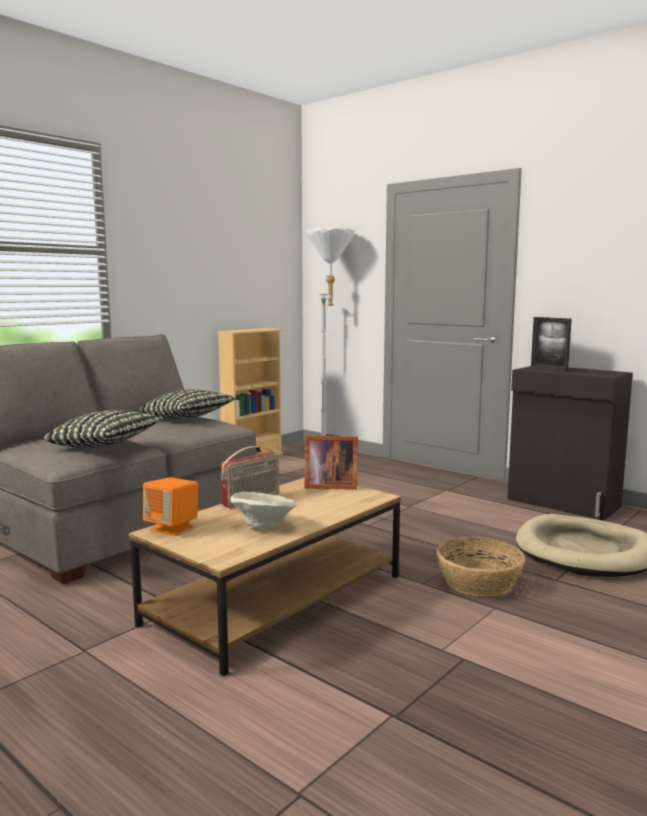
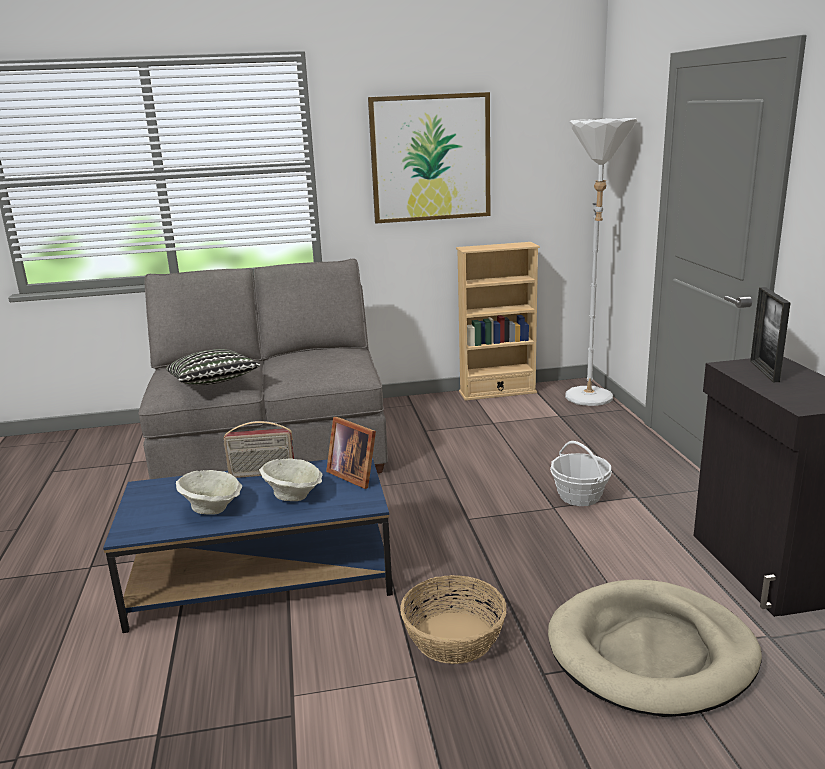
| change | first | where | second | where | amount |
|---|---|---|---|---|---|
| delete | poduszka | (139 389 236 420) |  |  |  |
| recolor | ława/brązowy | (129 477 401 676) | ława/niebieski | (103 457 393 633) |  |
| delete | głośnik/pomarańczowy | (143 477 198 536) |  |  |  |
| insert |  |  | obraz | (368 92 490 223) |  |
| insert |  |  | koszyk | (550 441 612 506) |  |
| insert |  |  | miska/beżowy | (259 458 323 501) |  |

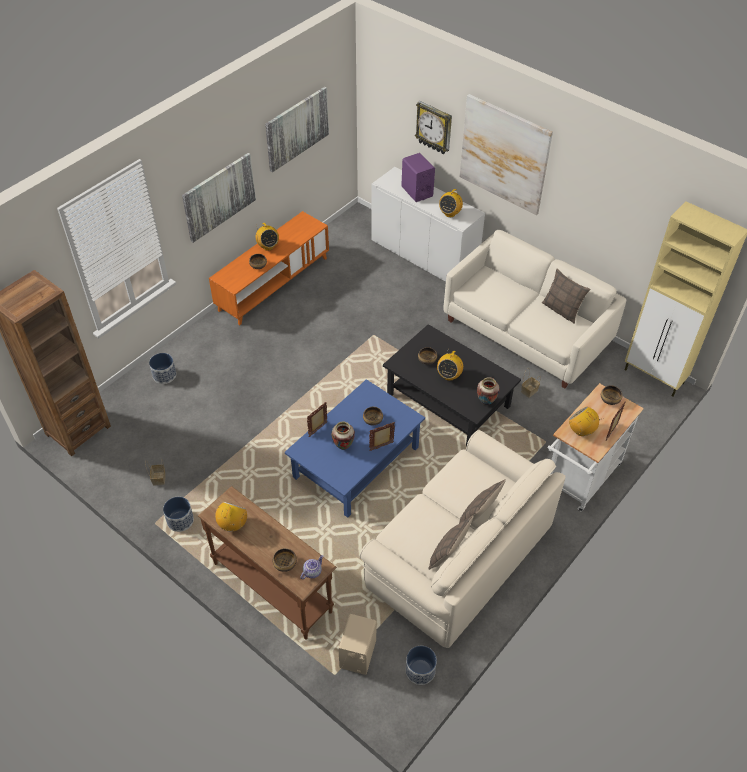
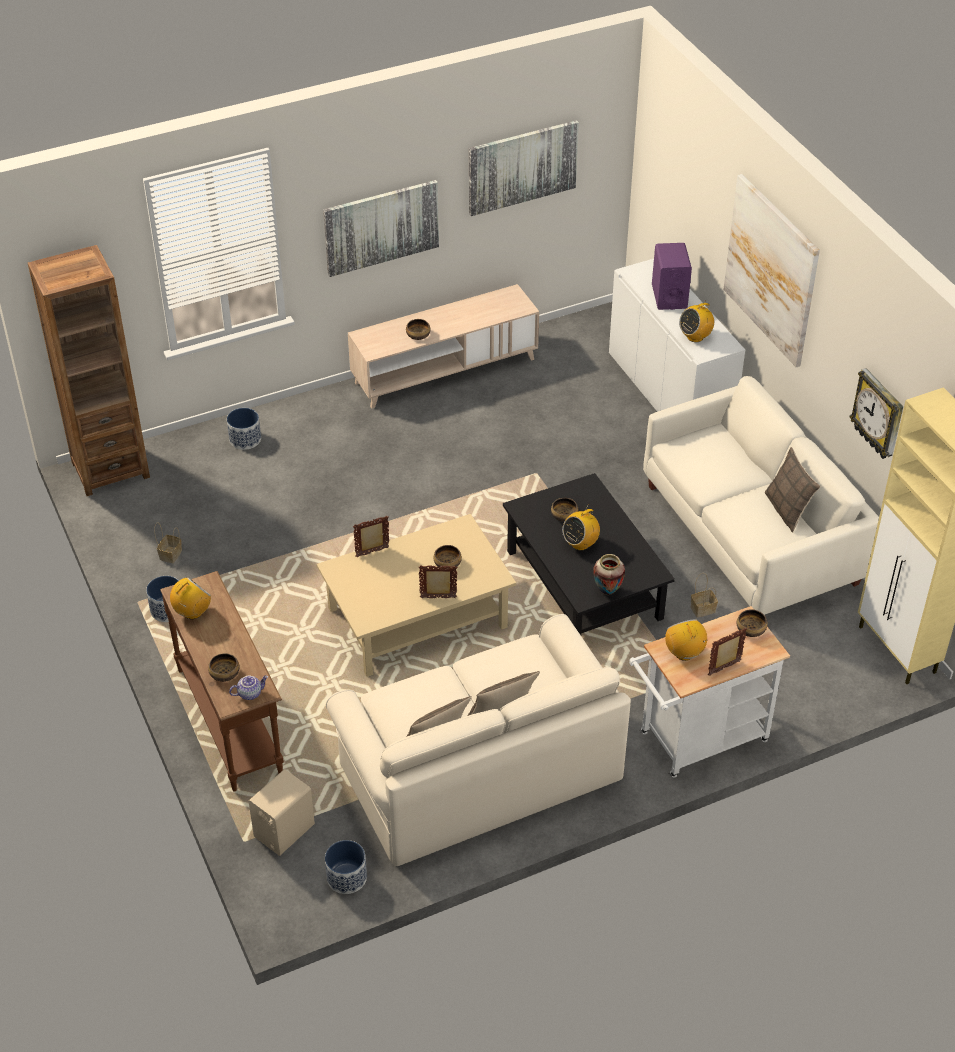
| change | first | where | second | where | amount |
|---|---|---|---|---|---|
| move | zegar ścienny | (415 101 452 154) |  | (850 368 903 459) |  |
| recolor | szafka pod telewizor/pomarańczowy | (209 211 329 325) | szafka pod telewizor/beżowy | (348 284 539 409) |  |
| delete | radio | (256 223 279 251) |  |  |  |
| recolor | ława/niebieski | (285 379 425 518) | ława/beżowy | (317 514 516 677) |  |
| delete | wazon | (331 422 355 450) |  |  |  |

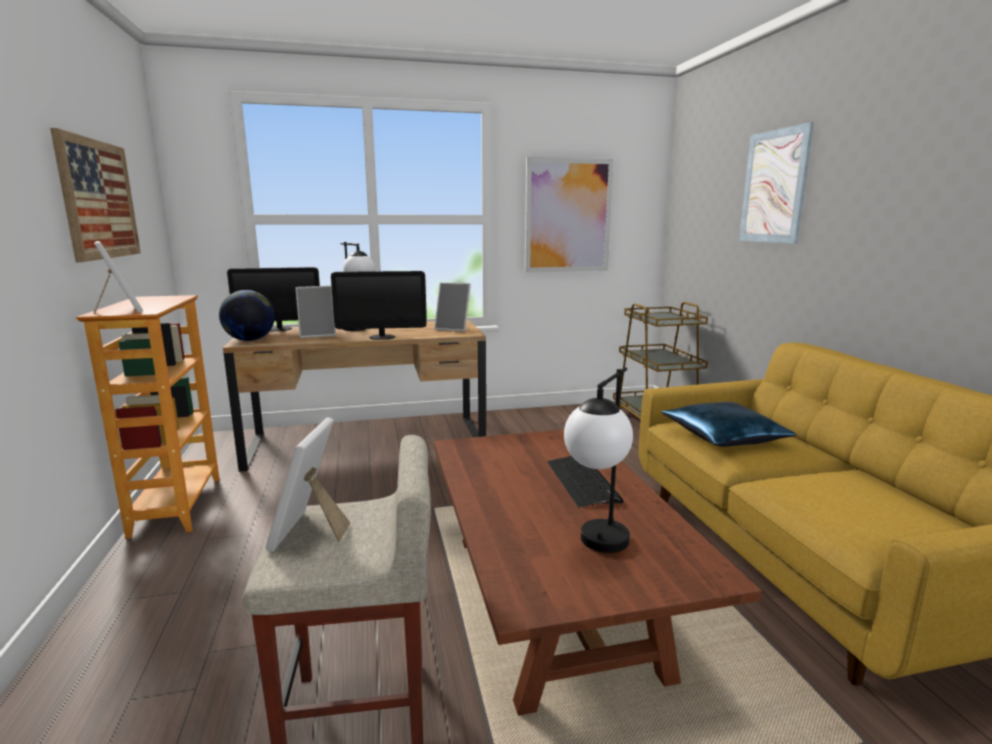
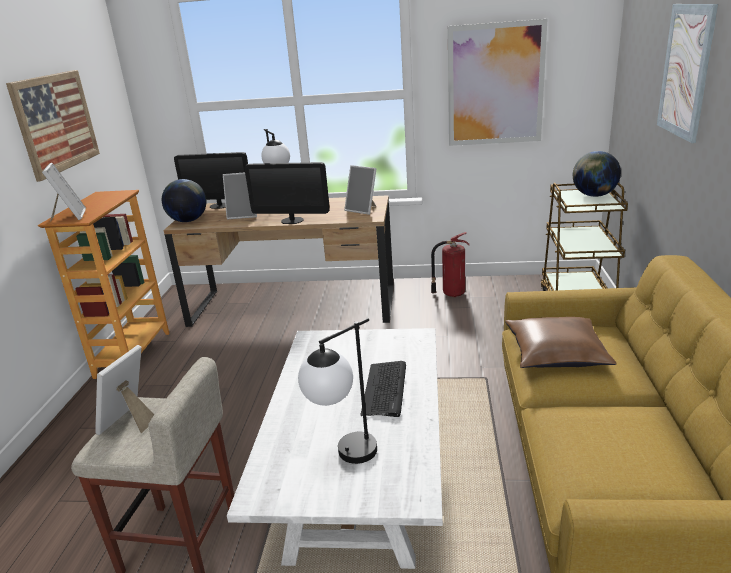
| change | first | where | second | where | amount |
|---|---|---|---|---|---|
| recolor | poduszka/niebieski | (661 402 797 447) | poduszka/brązowy | (505 317 617 368) |  |
| recolor | ława/brązowy | (434 430 762 716) | ława/biały | (227 328 443 569) |  |
| insert |  |  | globus | (573 151 621 197) |  |
| insert |  |  | gaśnica | (431 232 469 297) |  |

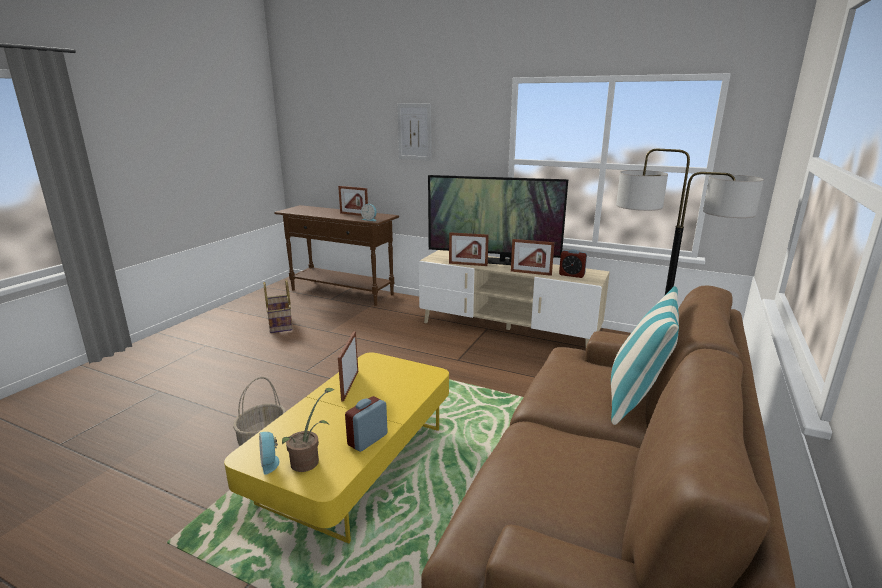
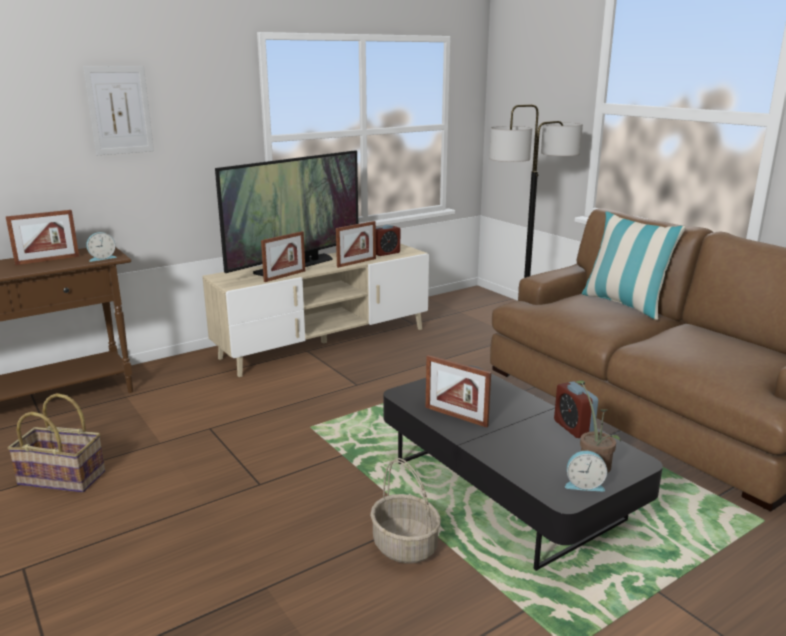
| change | first | where | second | where | amount |
|---|---|---|---|---|---|
| recolor | ława/żółty | (224 353 449 544) | ława/czarny | (383 366 663 571) |  |

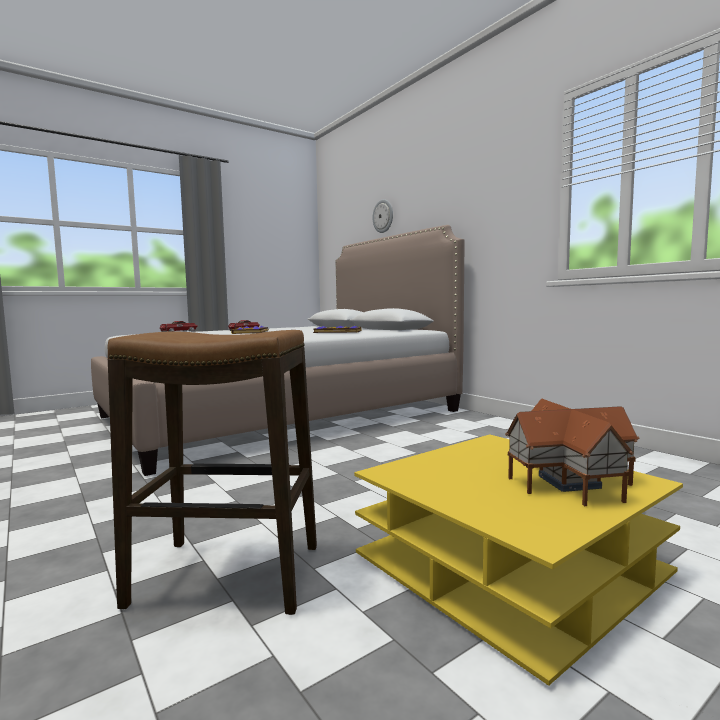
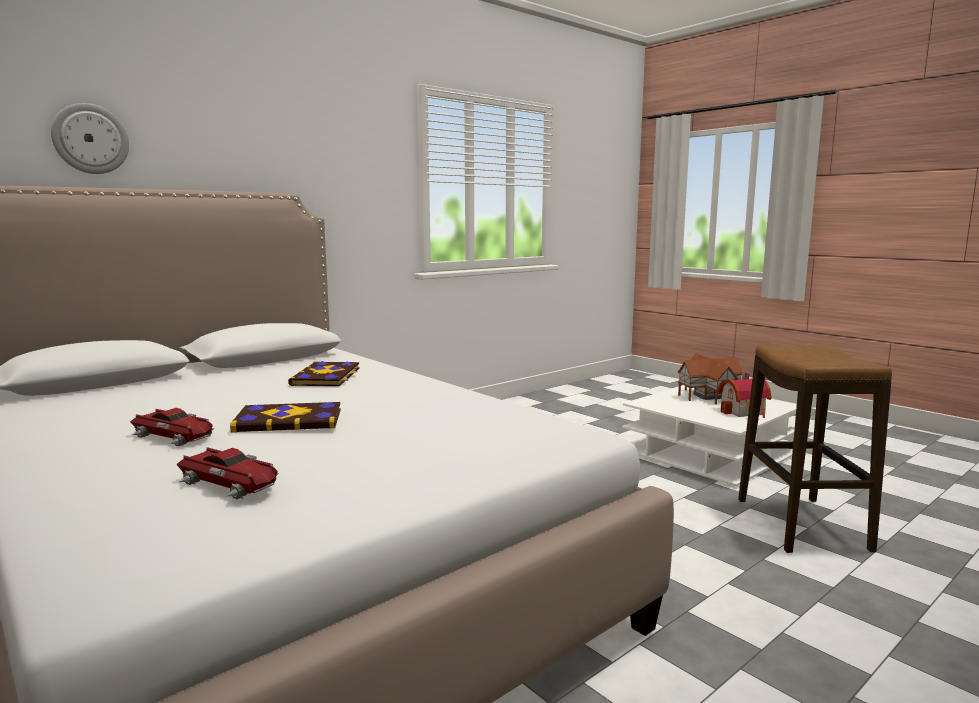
| change | first | where | second | where | amount |
|---|---|---|---|---|---|
| recolor | ława/żółty | (354 435 683 686) | ława/biały | (622 385 797 486) |  |
| insert |  |  | domek | (717 372 771 418) |  |

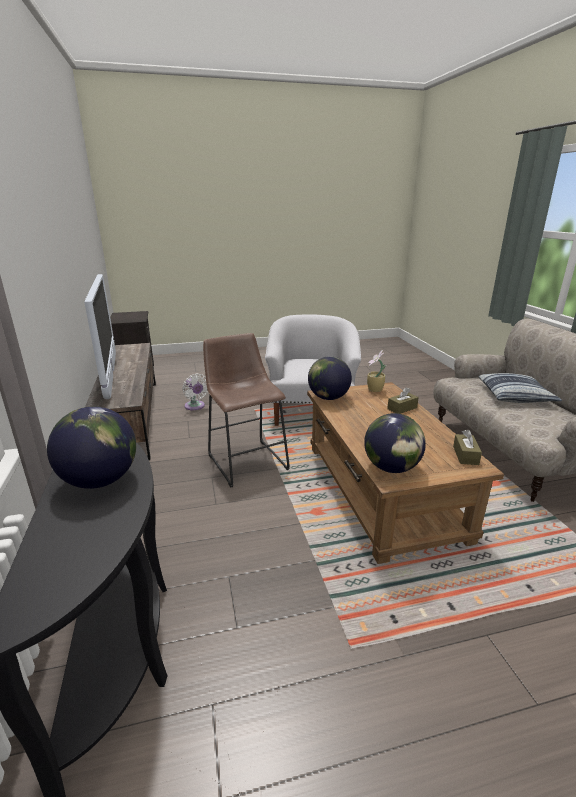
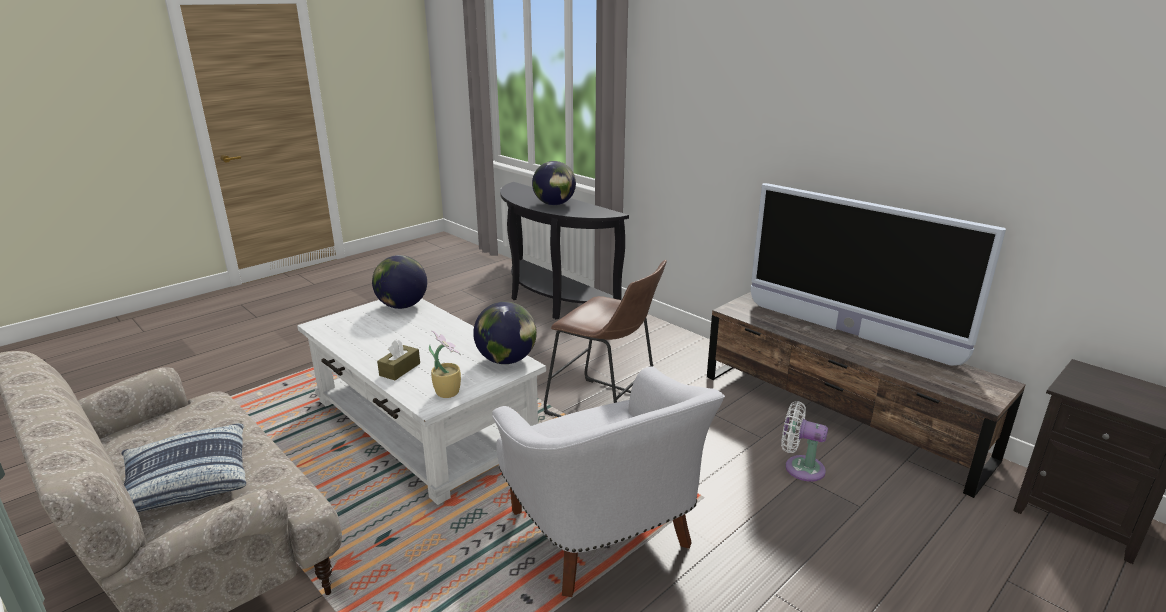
| change | first | where | second | where | amount |
|---|---|---|---|---|---|
| recolor | ława/brązowy | (307 382 504 564) | ława/biały | (297 299 546 505) |  |
| delete | pudełko chusteczek/brązowy | (453 430 482 465) |  |  |  |

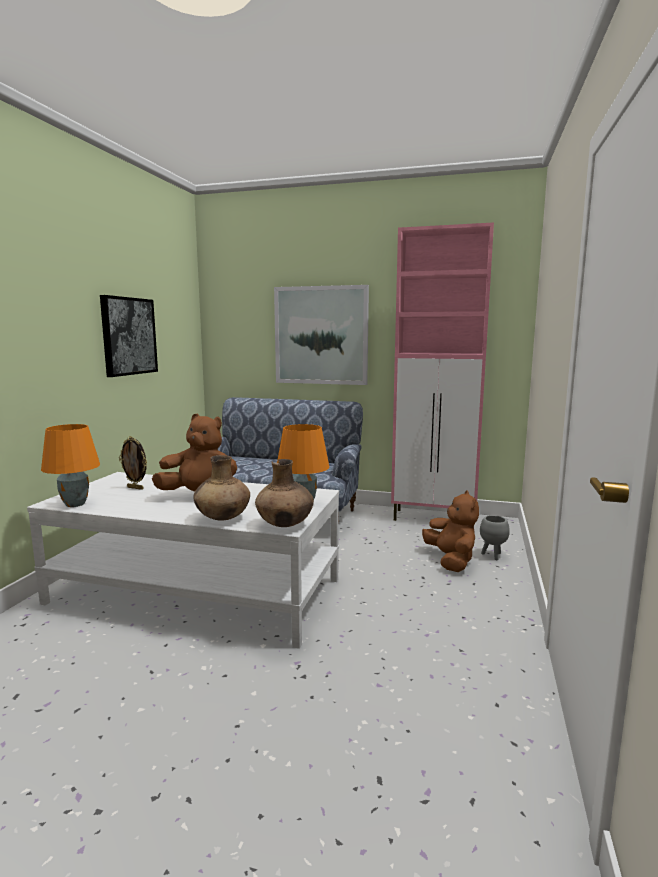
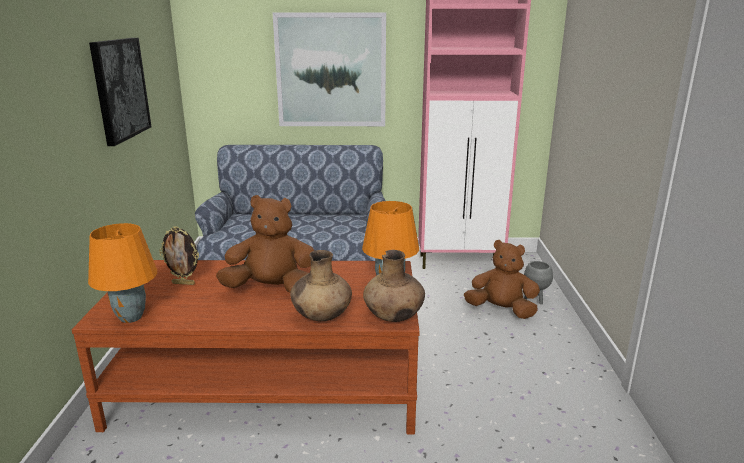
| change | first | where | second | where | amount |
|---|---|---|---|---|---|
| recolor | ława/biały | (27 472 339 649) | ława/brązowy | (72 260 420 435) |  |
| rotate | pluszak/brązowy | (422 490 479 572) |  | (464 240 540 319) | 45 degrees counterclockwise |

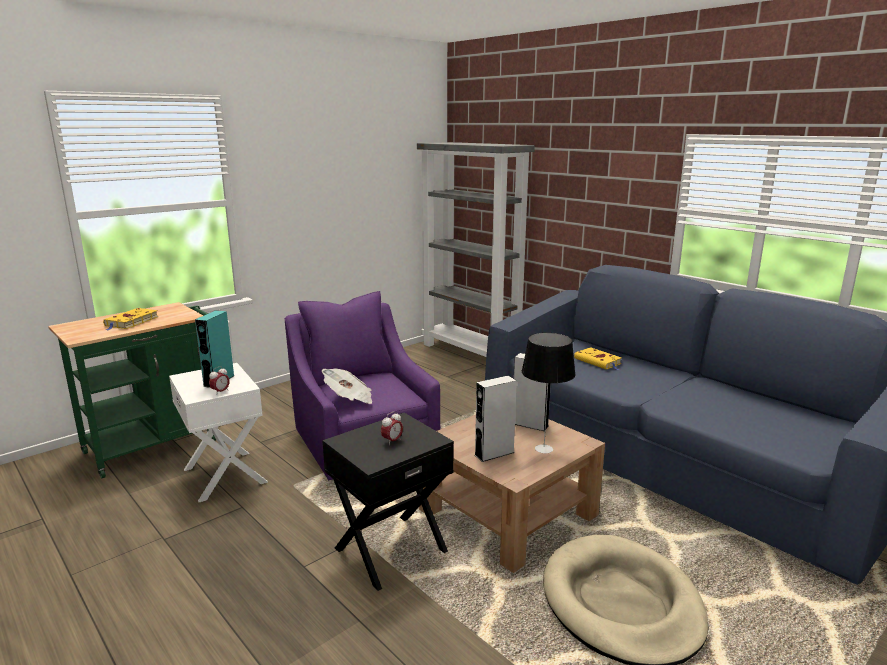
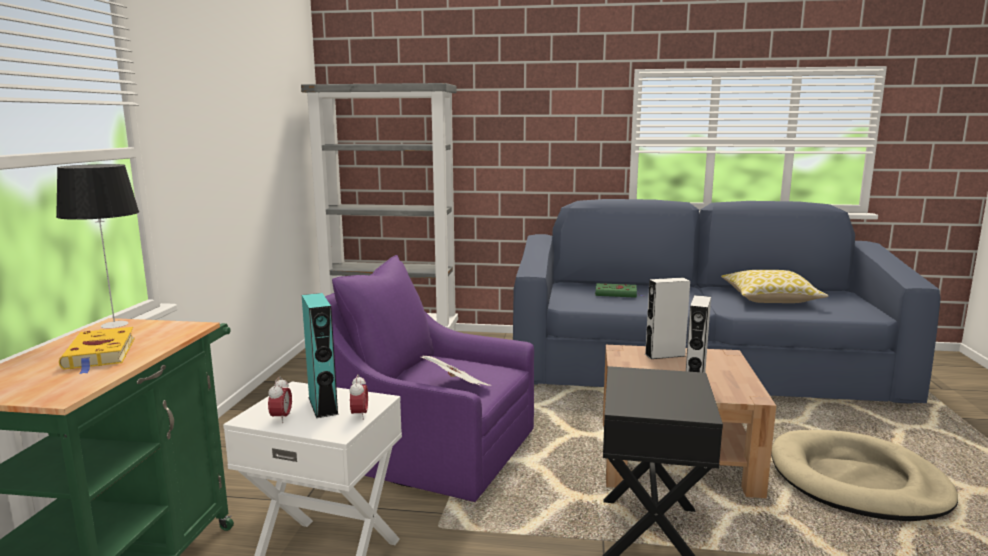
| change | first | where | second | where | amount |
|---|---|---|---|---|---|
| move | lampa stołowa | (522 333 576 453) |  | (56 164 139 328) |  |
| recolor | książka/żółty | (574 347 622 370) | książka/zielony | (595 283 645 298) |  |
| move | budzik | (381 411 403 444) |  | (268 377 292 423) |  |
| insert |  |  | poduszka | (721 270 828 303) |  |

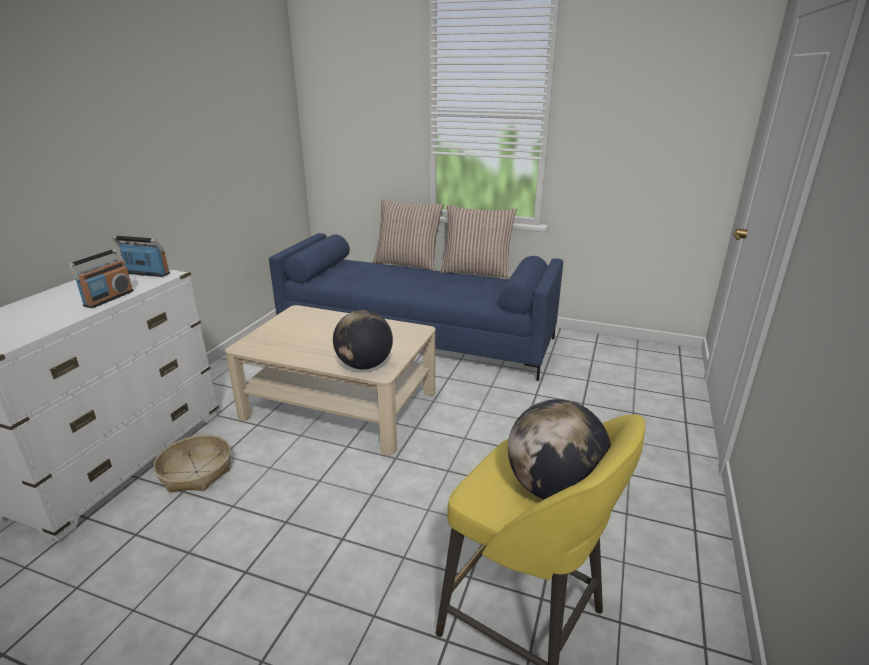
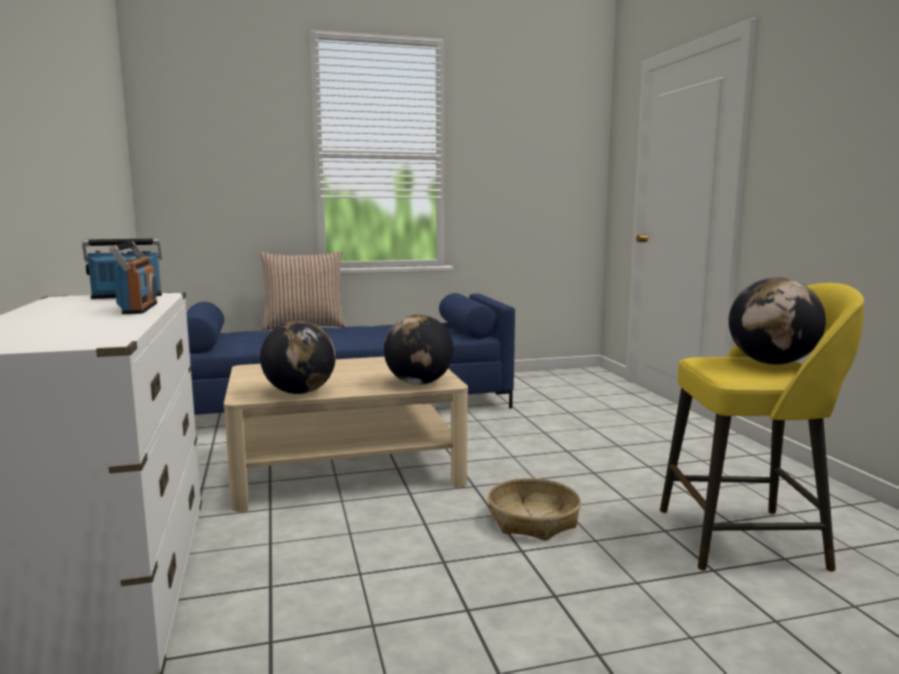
| change | first | where | second | where | amount |
|---|---|---|---|---|---|
| delete | poduszka | (440 205 517 279) |  |  |  |
| move | koszyk | (153 435 231 493) |  | (488 478 581 541) |  |
| insert |  |  | globus | (260 320 336 394) |  |

